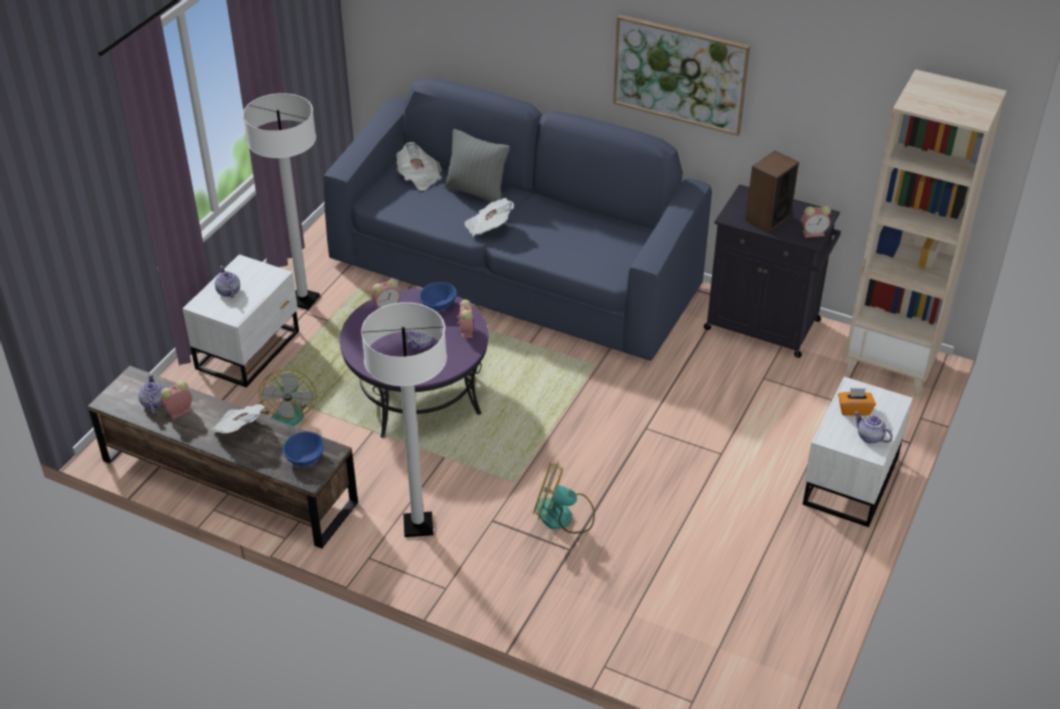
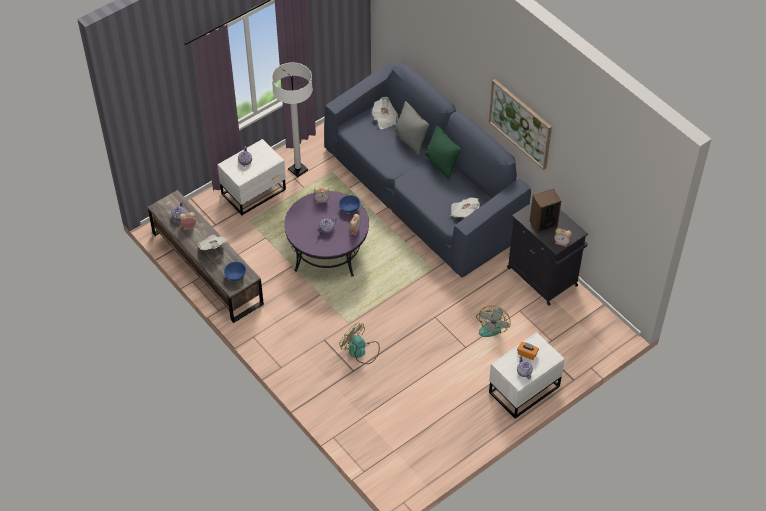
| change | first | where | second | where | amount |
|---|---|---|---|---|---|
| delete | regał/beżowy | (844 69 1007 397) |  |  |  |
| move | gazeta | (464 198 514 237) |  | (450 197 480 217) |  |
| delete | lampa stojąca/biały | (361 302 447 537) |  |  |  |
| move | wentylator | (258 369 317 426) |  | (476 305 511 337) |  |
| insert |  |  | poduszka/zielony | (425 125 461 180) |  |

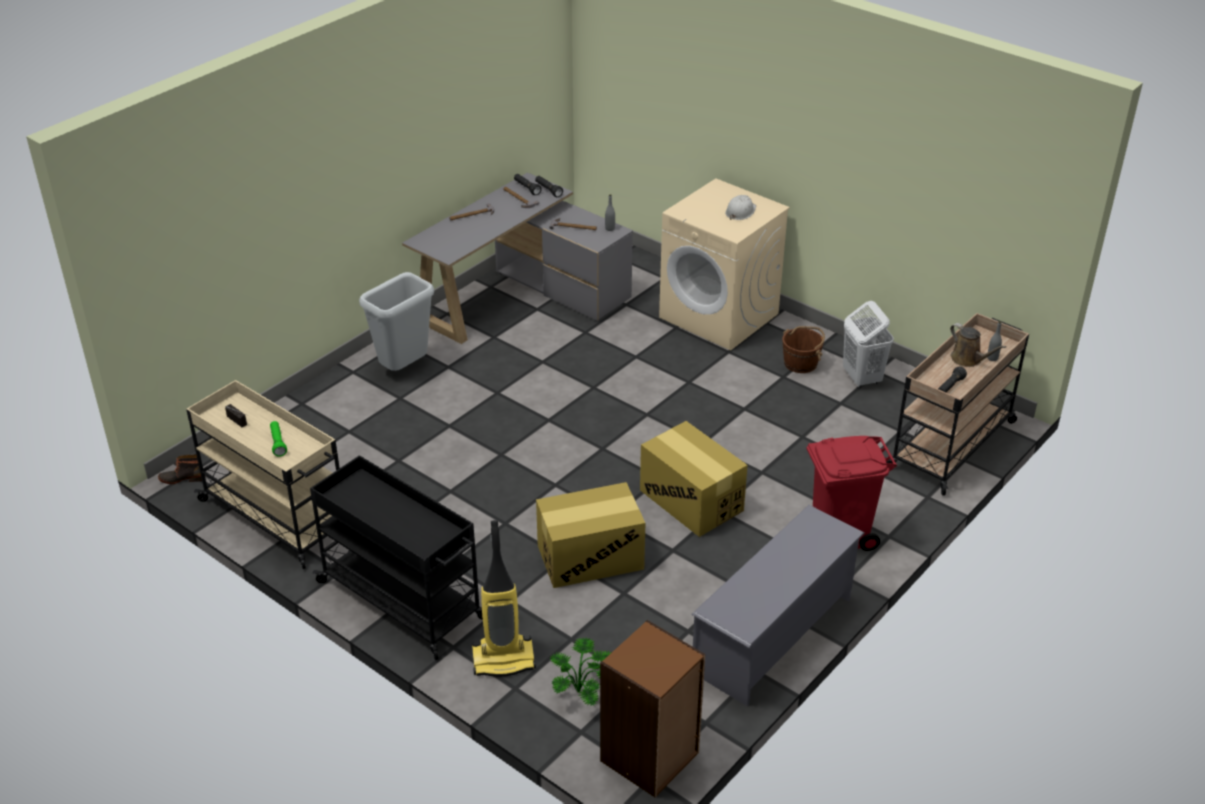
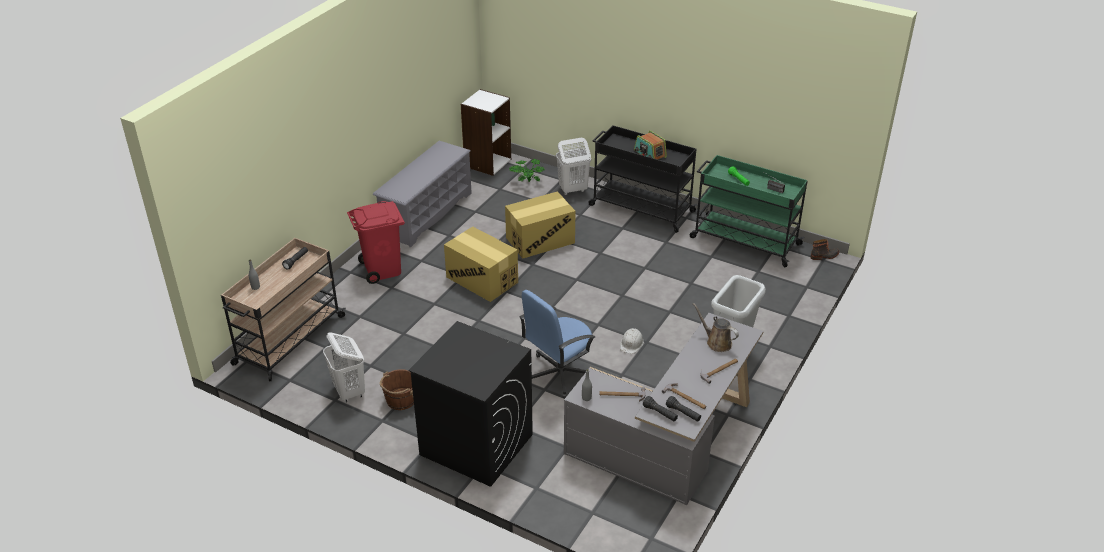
| change | first | where | second | where | amount |
|---|---|---|---|---|---|
| recolor | pralka/beżowy | (659 178 790 350) | pralka/czarny | (408 321 533 487) |  |
| move | kask/biały | (725 195 756 220) |  | (620 328 644 354) |  |
| move | konewka/brązowy | (950 323 1006 367) |  | (693 303 739 352) |  |
| recolor | wózek/beżowy | (186 380 340 569) | wózek/zielony | (690 155 808 267) |  |
| replace | odkurzacz | (472 520 536 677) | kosz na pranie/biały | (556 138 591 195) |  |
| recolor | regał/brązowy | (600 620 705 798) | regał/biały | (461 89 511 176) |  |
| insert |  |  | radio | (634 131 667 159) |  |
| insert |  |  | krzesło biurowe/niebieski | (520 290 596 398) |  |

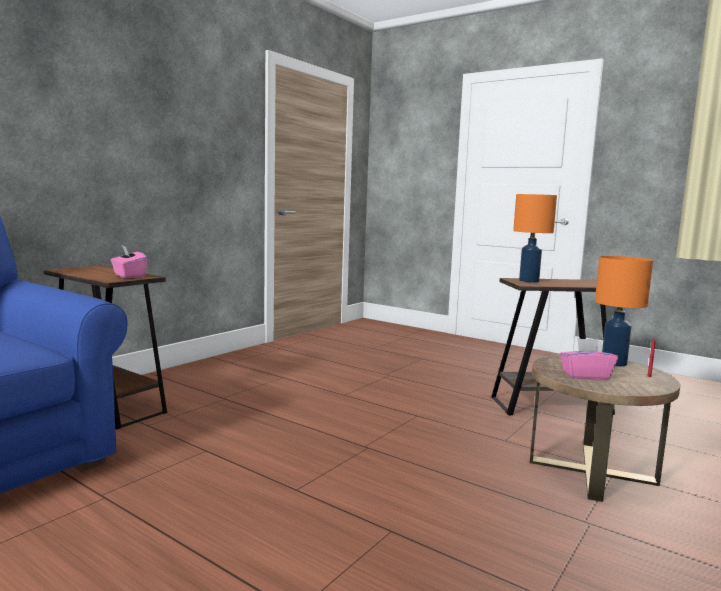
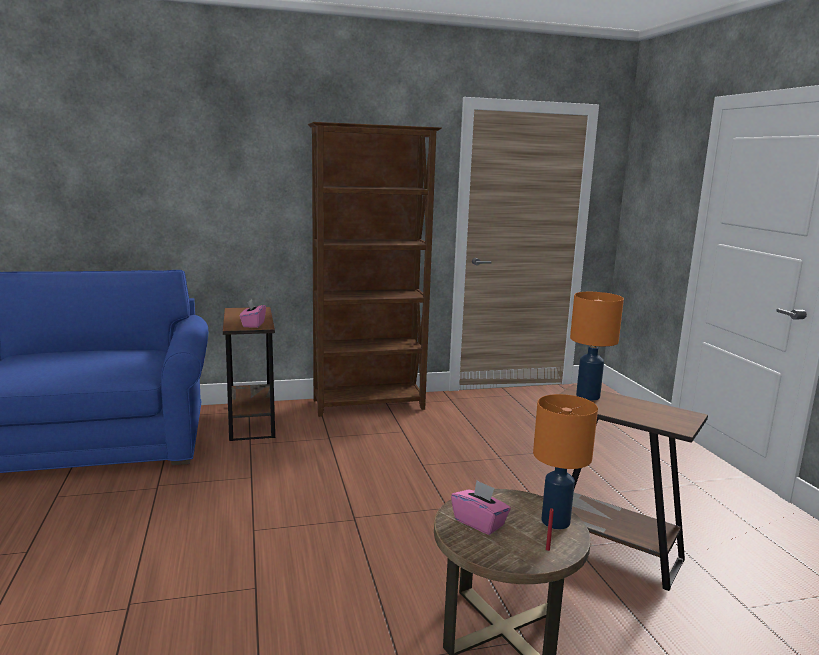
| change | first | where | second | where | amount |
|---|---|---|---|---|---|
| insert |  |  | regał/brązowy | (308 122 442 417) |  |

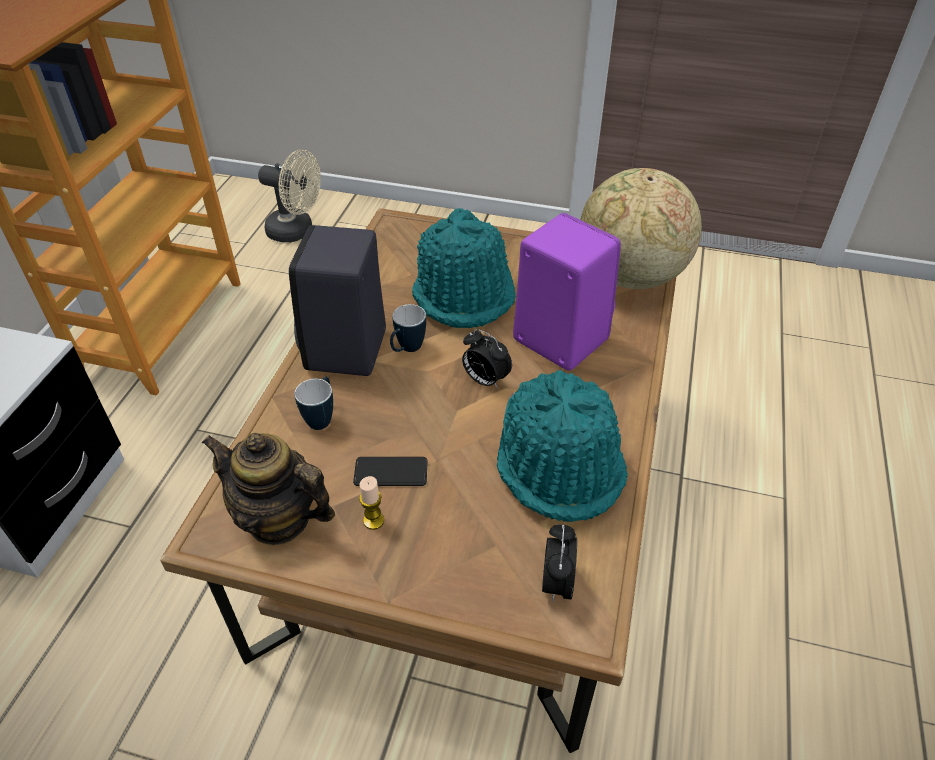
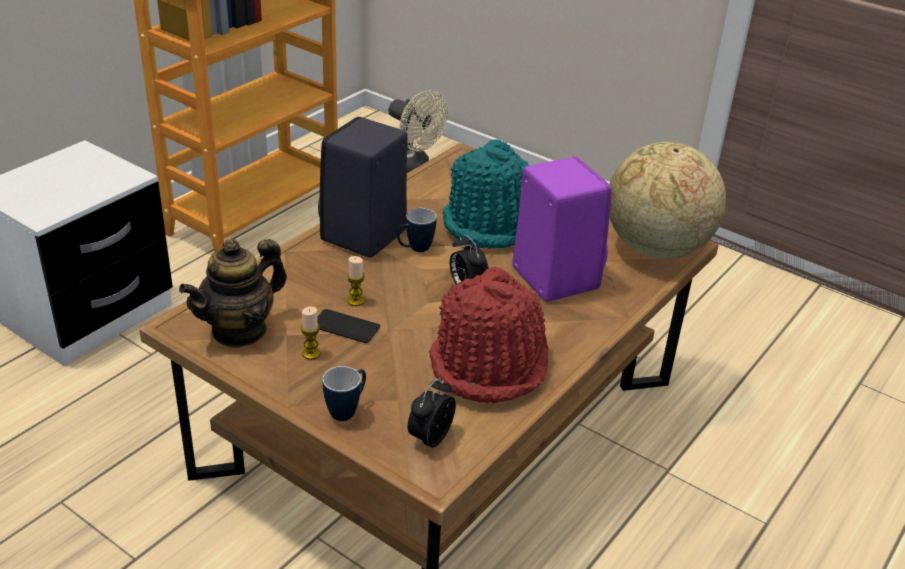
| change | first | where | second | where | amount |
|---|---|---|---|---|---|
| recolor | kapelusz/turkusowy | (497 370 628 522) | kapelusz/czerwony | (429 267 549 403) |  |
| move | kubek | (295 377 333 430) |  | (322 366 366 421) |  |
| rotate | imbryk | (202 433 335 545) |  | (179 239 287 348) | 90 degrees counterclockwise |
| insert |  |  | świeca | (347 256 365 306) |  |

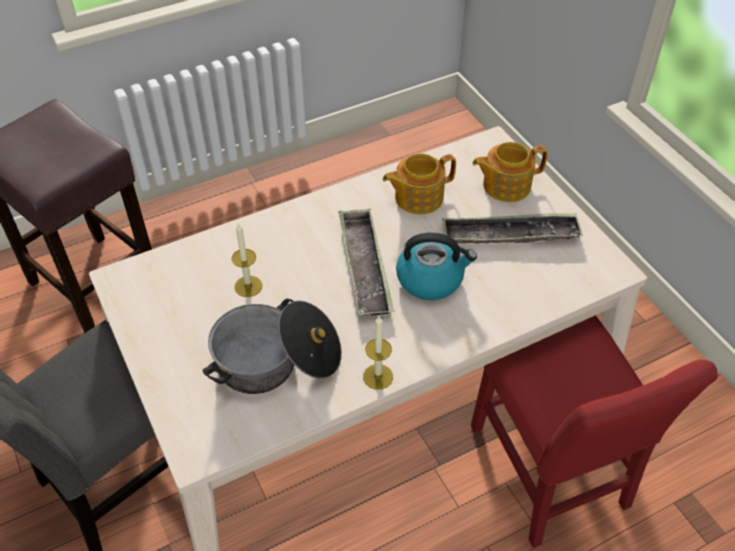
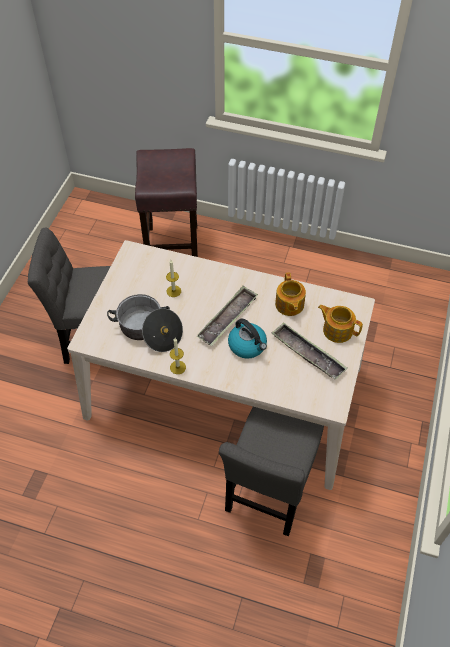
| change | first | where | second | where | amount |
|---|---|---|---|---|---|
| rotate | imbryk | (383 154 456 215) |  | (275 272 306 316) | 120 degrees counterclockwise |
| recolor | krzesło/czerwony | (471 315 718 548) | krzesło/szary | (219 407 324 536) |  |

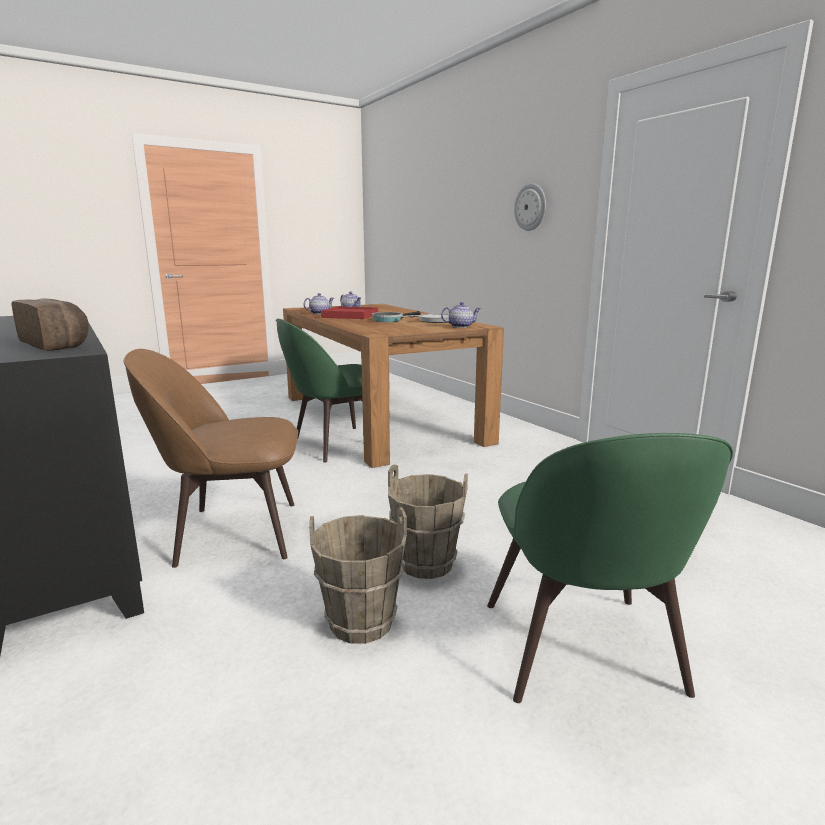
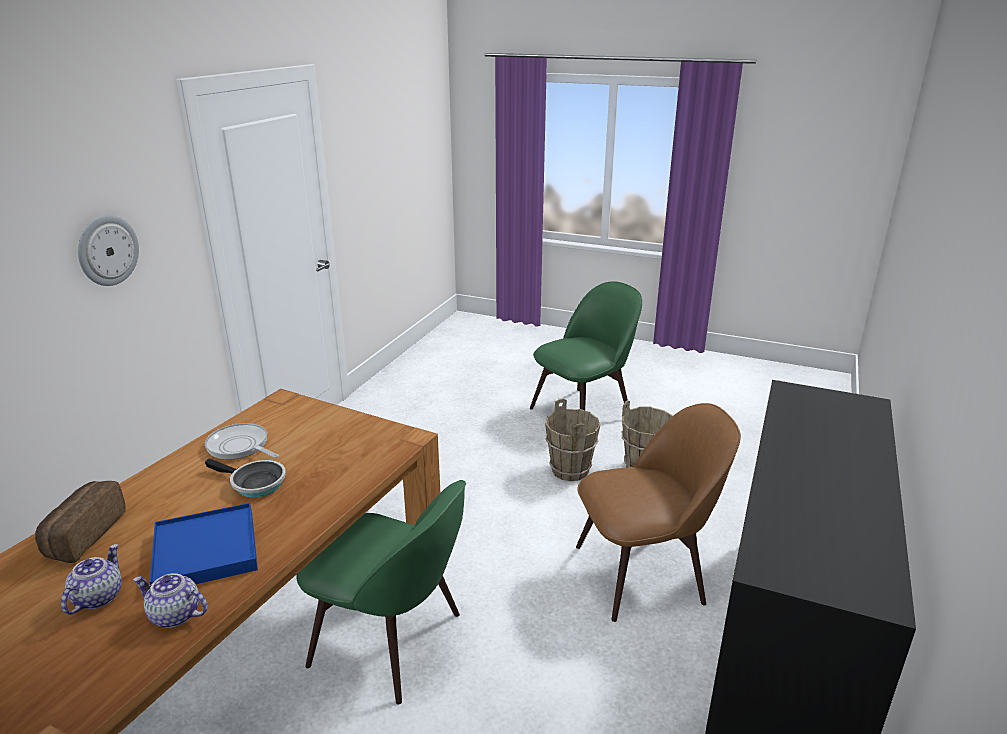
| change | first | where | second | where | amount |
|---|---|---|---|---|---|
| move | chleb | (12 298 89 351) |  | (35 481 126 563) |  |
| delete | imbryk | (441 302 481 328) |  |  |  |
| recolor | taca/czerwony | (321 306 378 319) | taca/niebieski | (150 503 258 585) |  |
| rotate | krzesło/brązowy | (124 349 298 568) |  | (576 403 741 622) | 60 degrees counterclockwise |

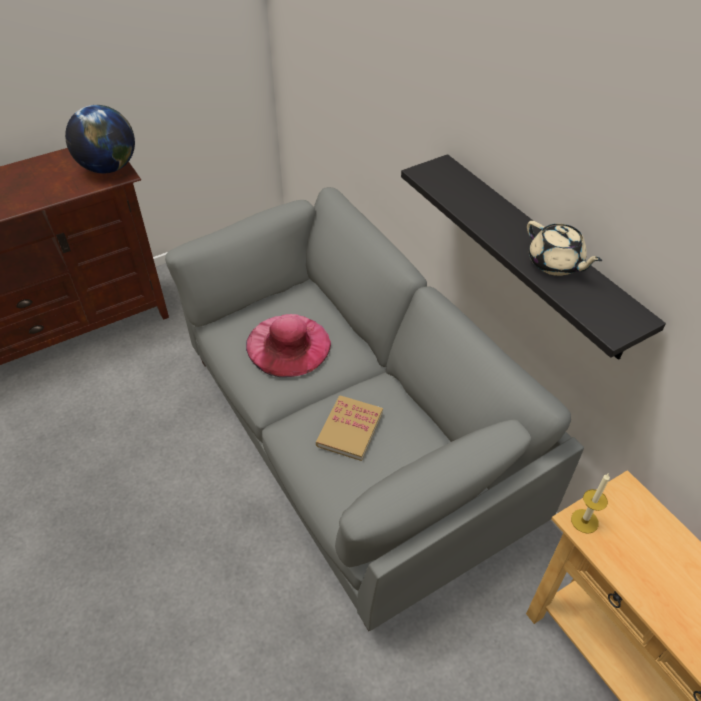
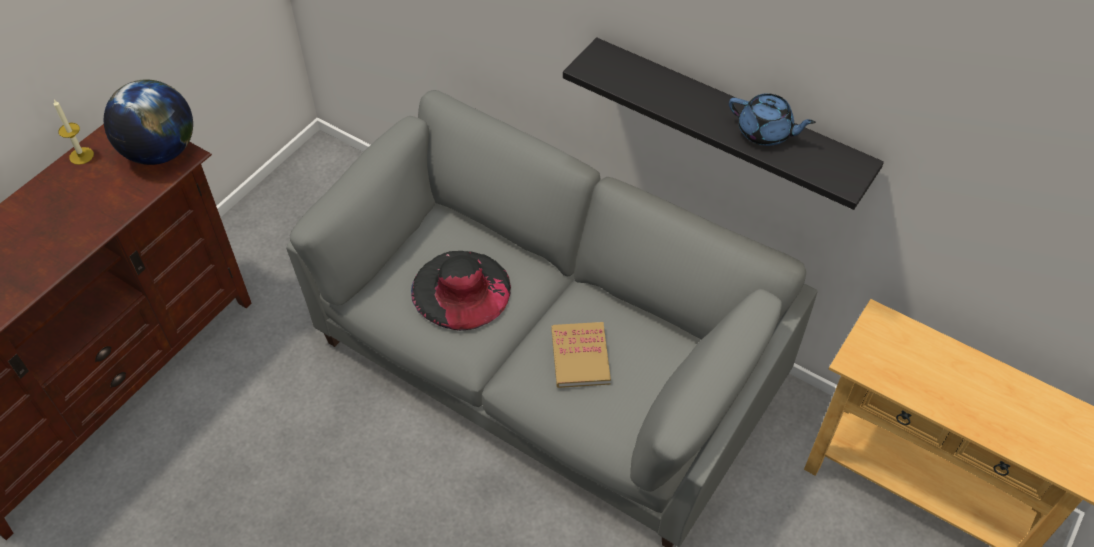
| change | first | where | second | where | amount |
|---|---|---|---|---|---|
| recolor | imbryk/beżowy | (527 221 602 276) | imbryk/niebieski | (729 93 816 146) |  |
| recolor | kapelusz/różowy | (246 314 331 377) | kapelusz/czarny | (411 251 511 331) |  |
| move | świeca | (571 473 610 534) |  | (54 100 94 165) |  |

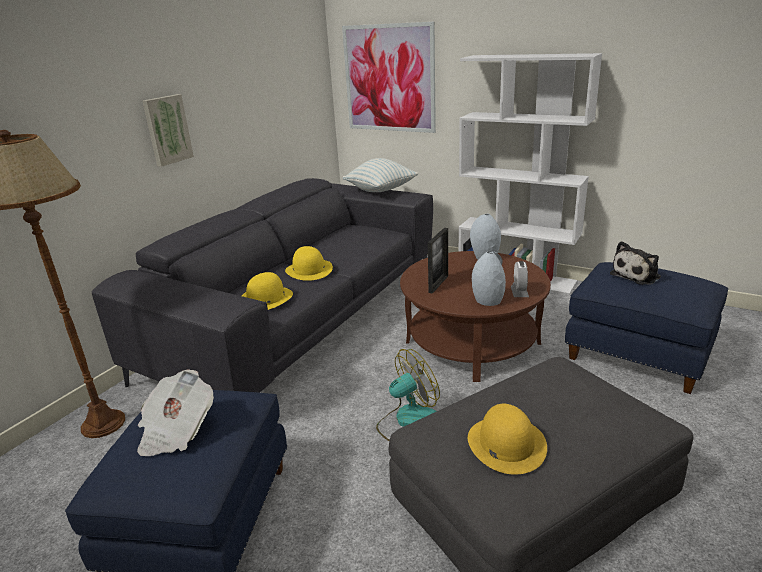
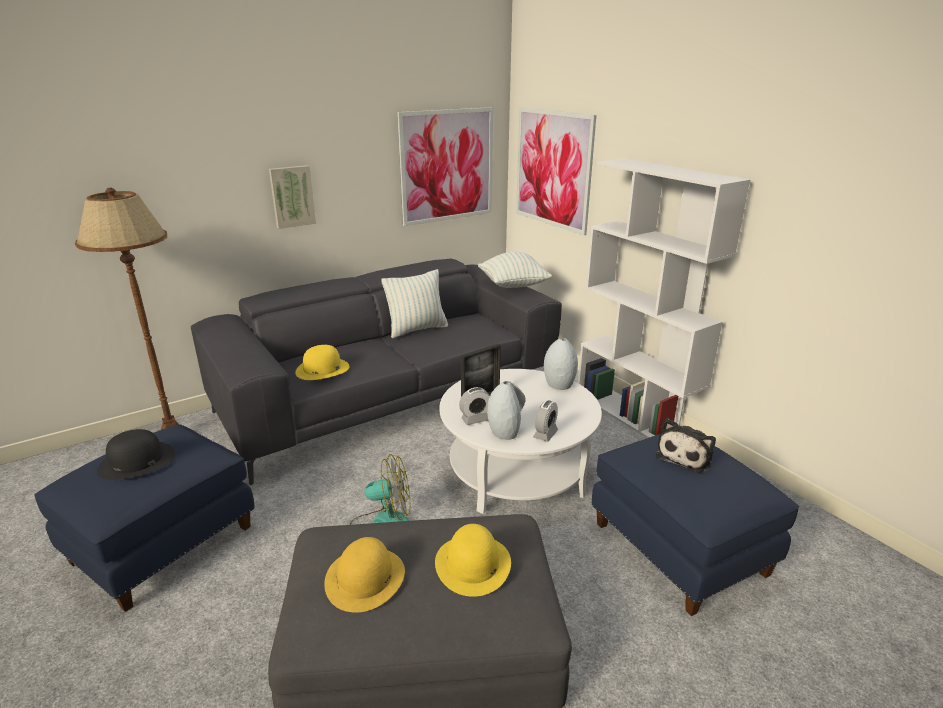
| change | first | where | second | where | amount |
|---|---|---|---|---|---|
| rotate | pluszak | (610 241 661 285) |  | (656 418 716 473) | 45 degrees counterclockwise |
| move | kapelusz/żółty | (285 246 333 281) |  | (435 524 511 597) |  |
| recolor | ława/brązowy | (400 251 551 382) | ława/biały | (439 369 602 514) |  |
| replace | gazeta | (137 370 214 456) | kapelusz/czarny | (97 429 175 480) |  |
| insert |  |  | obraz | (397 107 493 226) |  |
| insert |  |  | poduszka | (381 269 448 338) |  |
| insert |  |  | budzik | (459 387 490 425) |  |

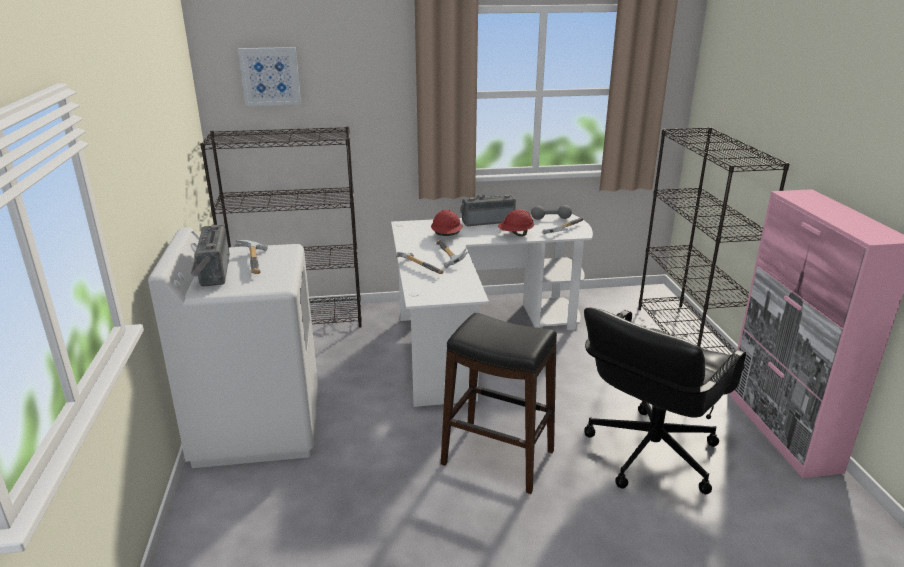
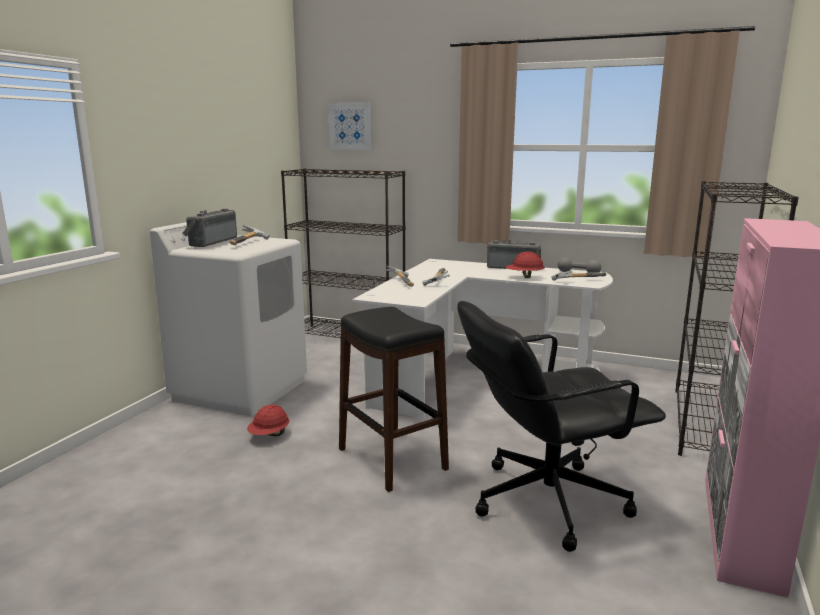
| change | first | where | second | where | amount |
|---|---|---|---|---|---|
| move | kask/czerwony | (431 210 462 236) |  | (247 404 289 436) |  |

